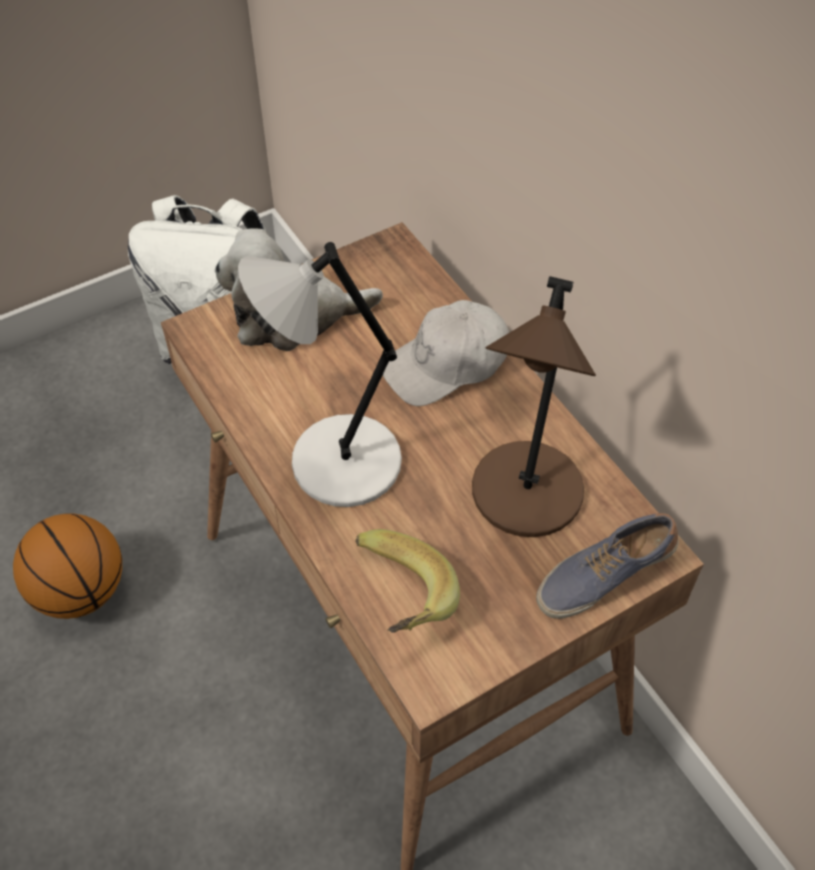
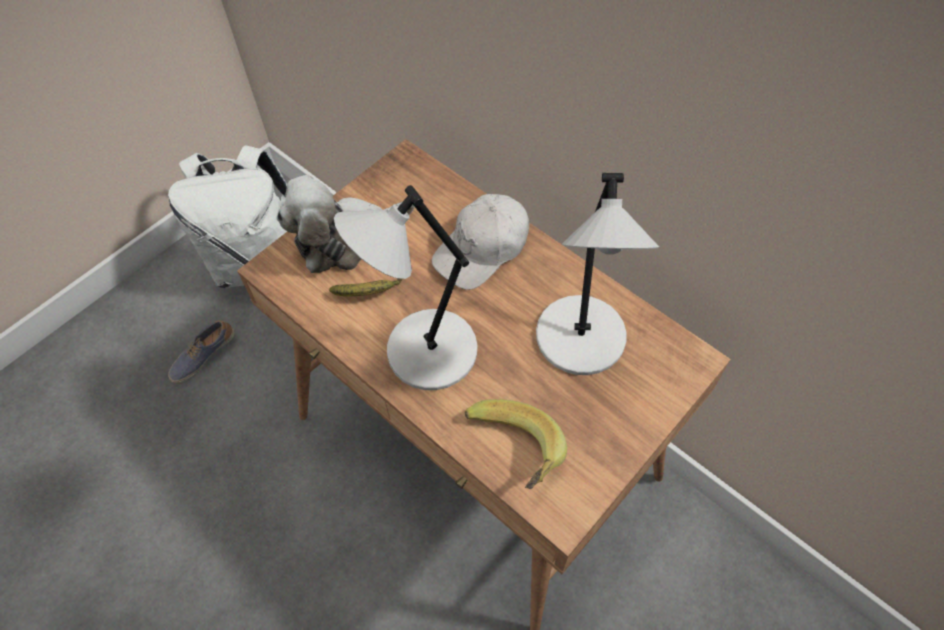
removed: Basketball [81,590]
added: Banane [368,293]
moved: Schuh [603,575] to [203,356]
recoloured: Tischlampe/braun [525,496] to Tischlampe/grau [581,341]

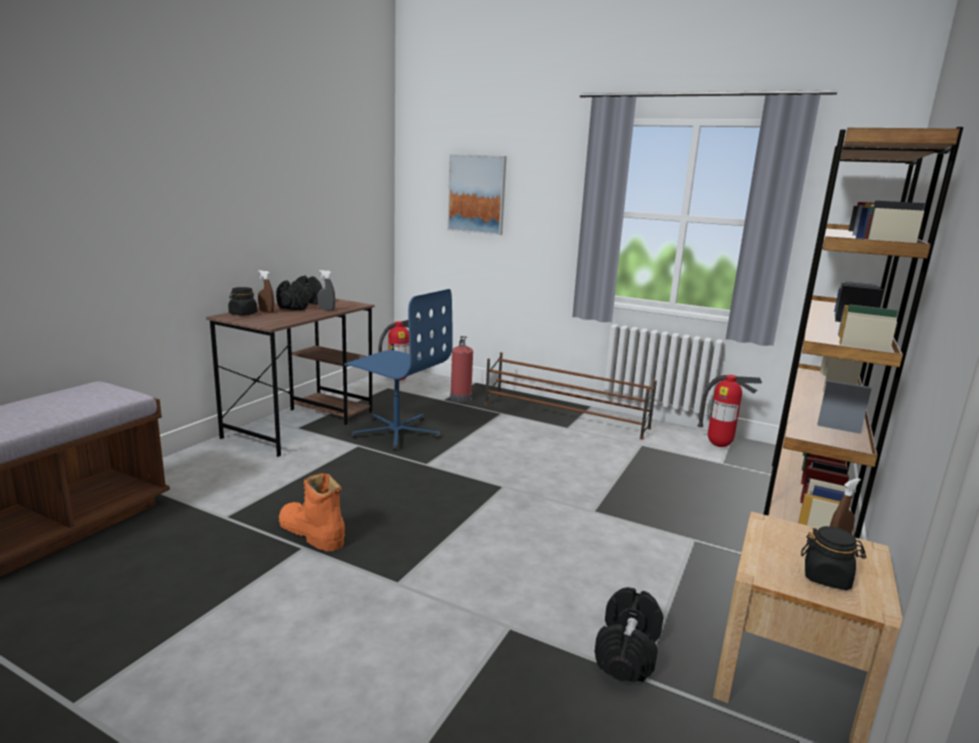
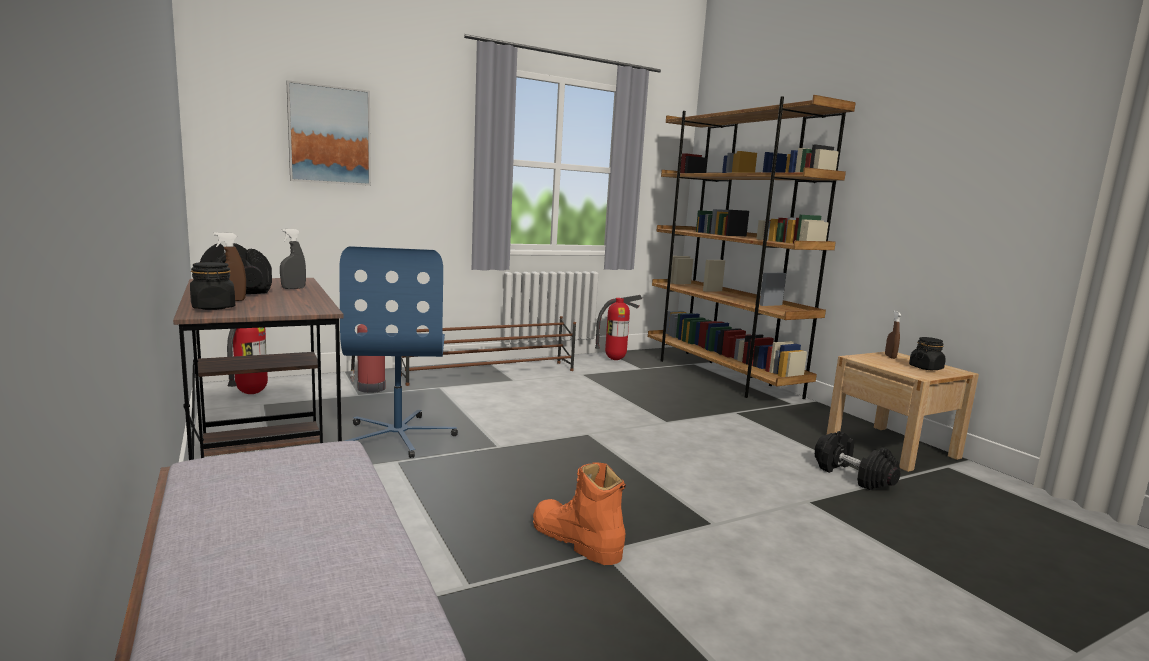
turned: Bürostuhl/blau [396,432] = [399,436] 105 degrees clockwise; Stiefel/orange [311,533] = [576,540] 60 degrees clockwise

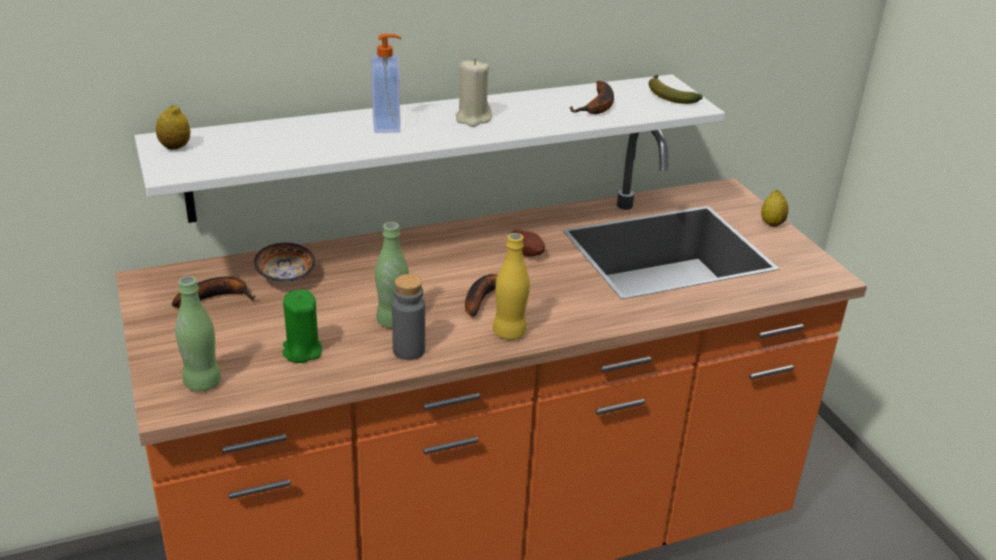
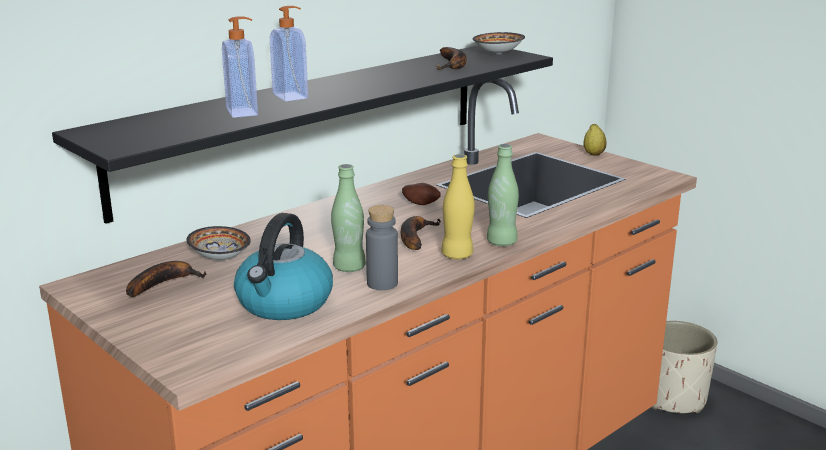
removed: Kerze/beige [473,118]; Zitrone [175,147]
added: Seifenspender [243,112]; Pflanzkübel/beige [673,398]
moved: Flasche/grün [202,383] to [501,242]
replaced: Banane [669,95] to Schüssel [499,53]; Kerze/grün [302,351] to Wasserkessel [284,303]
recoloured: Wandregal/weiß [427,145] to Wandregal/schwarz [308,123]

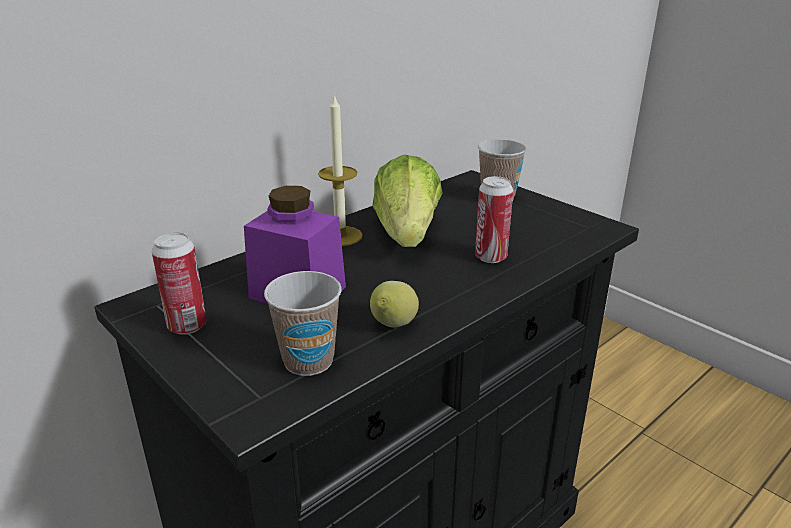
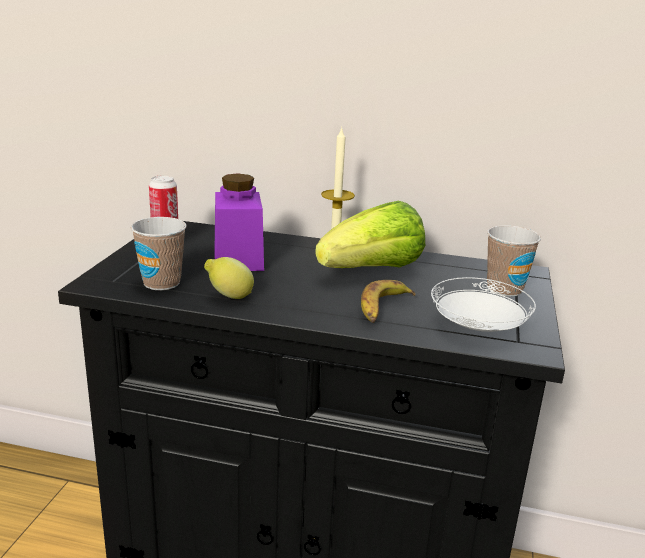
added: Teller/weiß [478,328]
replaced: Dose [490,257] to Banane [382,308]

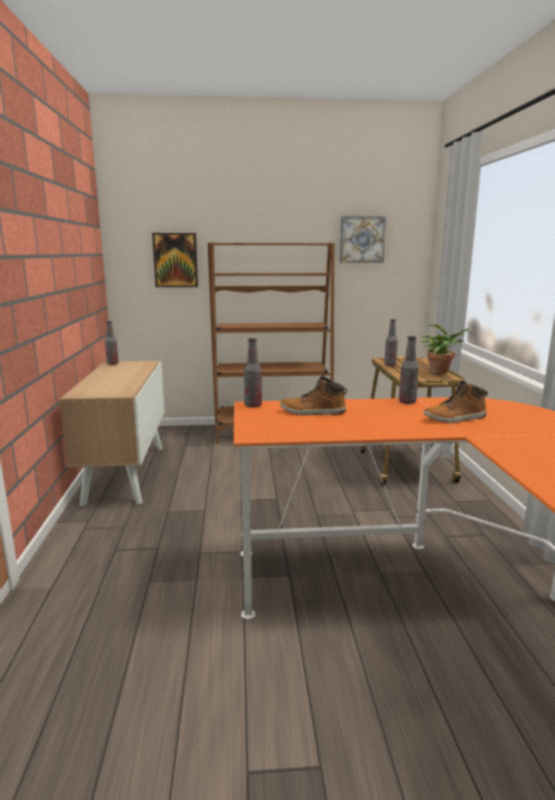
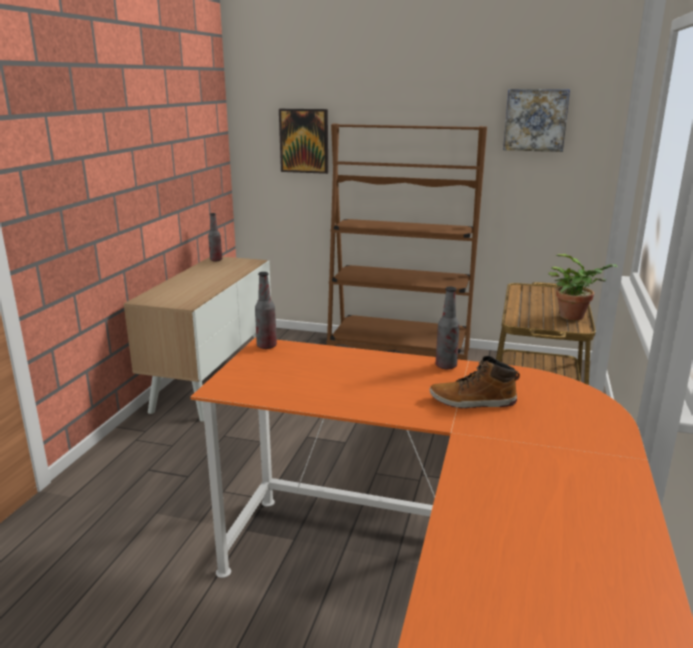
removed: Flasche [390,365]; Stiefel [312,412]

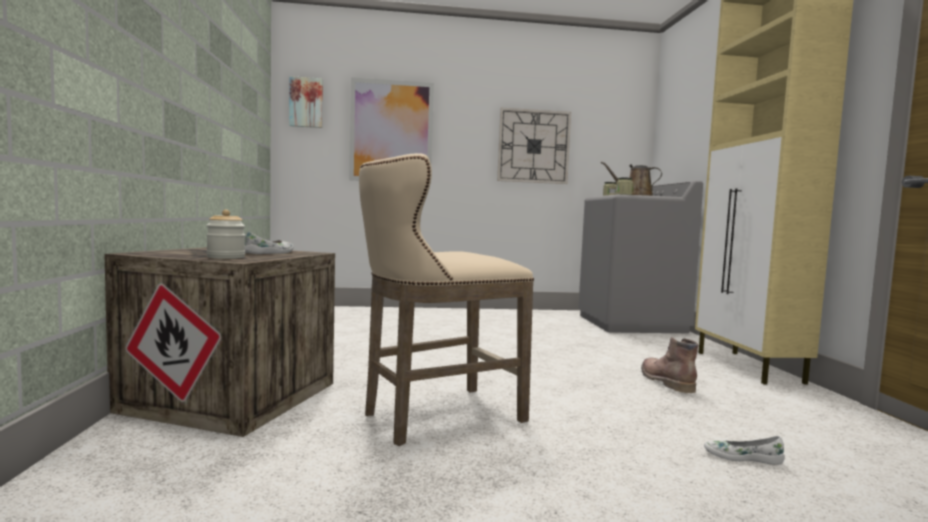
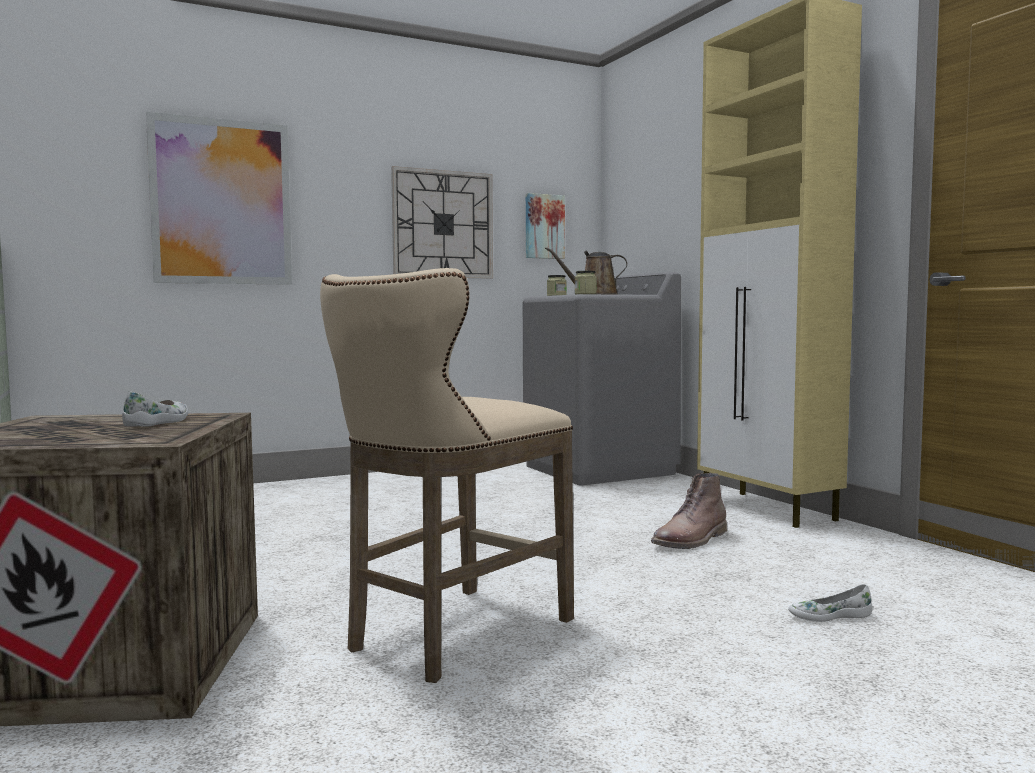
removed: Vorratsglas [226,257]
moved: Bild [306,102] to [544,226]
turned: Stiefel/braun [664,381] = [691,541] 105 degrees counterclockwise

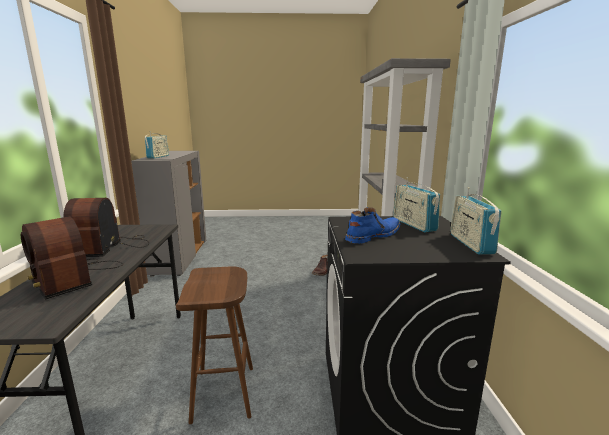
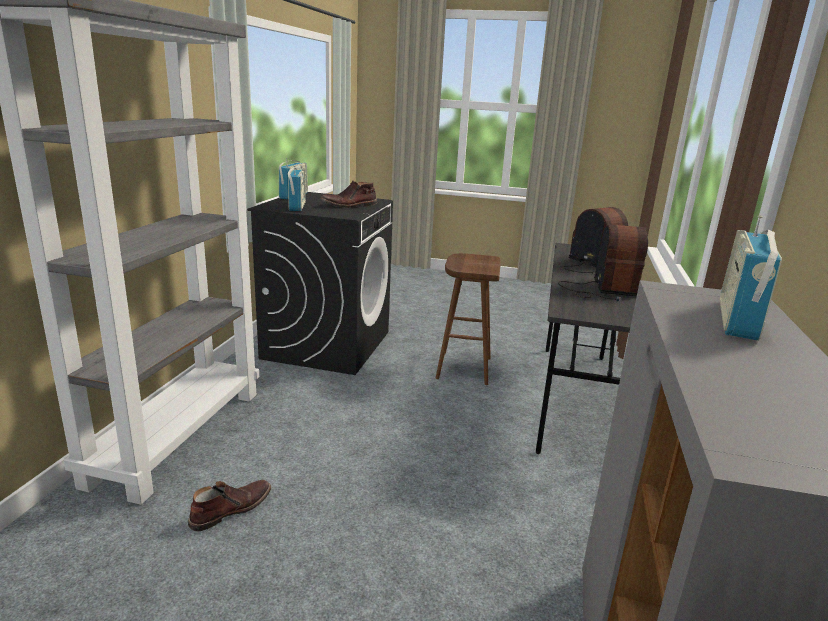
recoloured: Stiefel/blau [372,236] to Stiefel/braun [349,205]

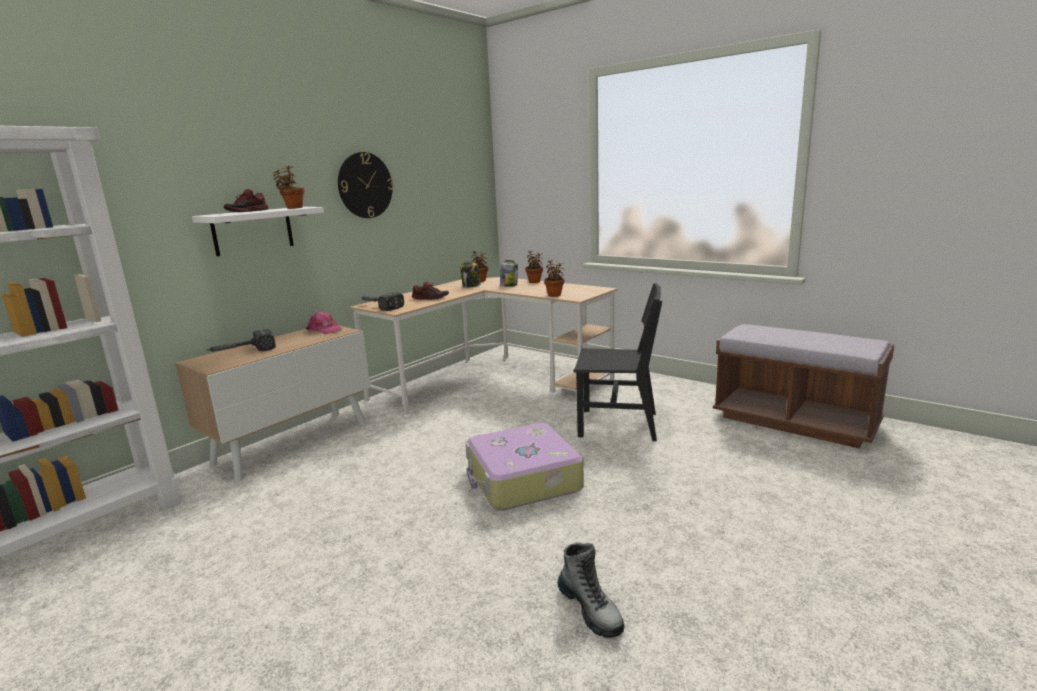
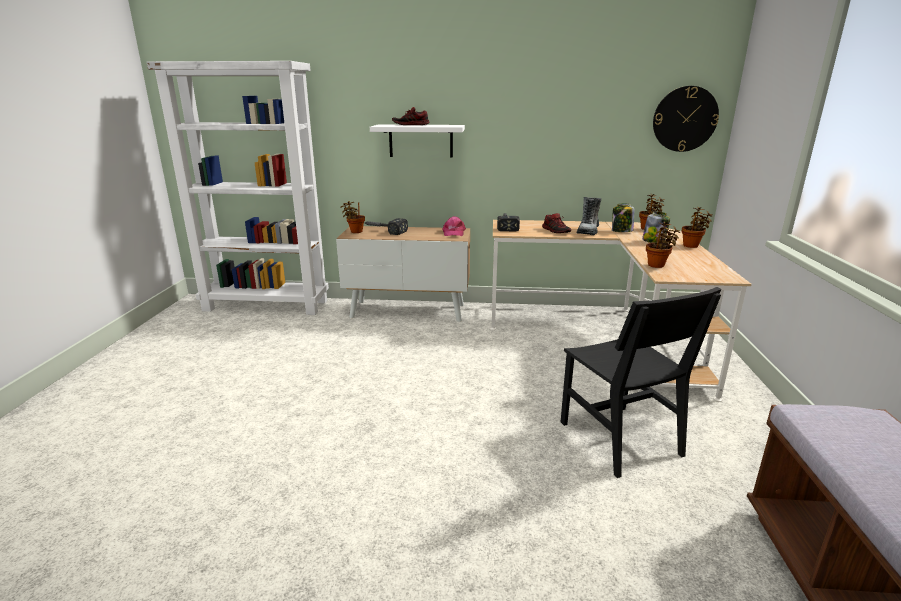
removed: Koffer [522,480]
moved: Wanduhr [365,185] to [685,119]; Topfpflanze [293,208] to [355,232]; Stiefel [590,609] to [588,231]

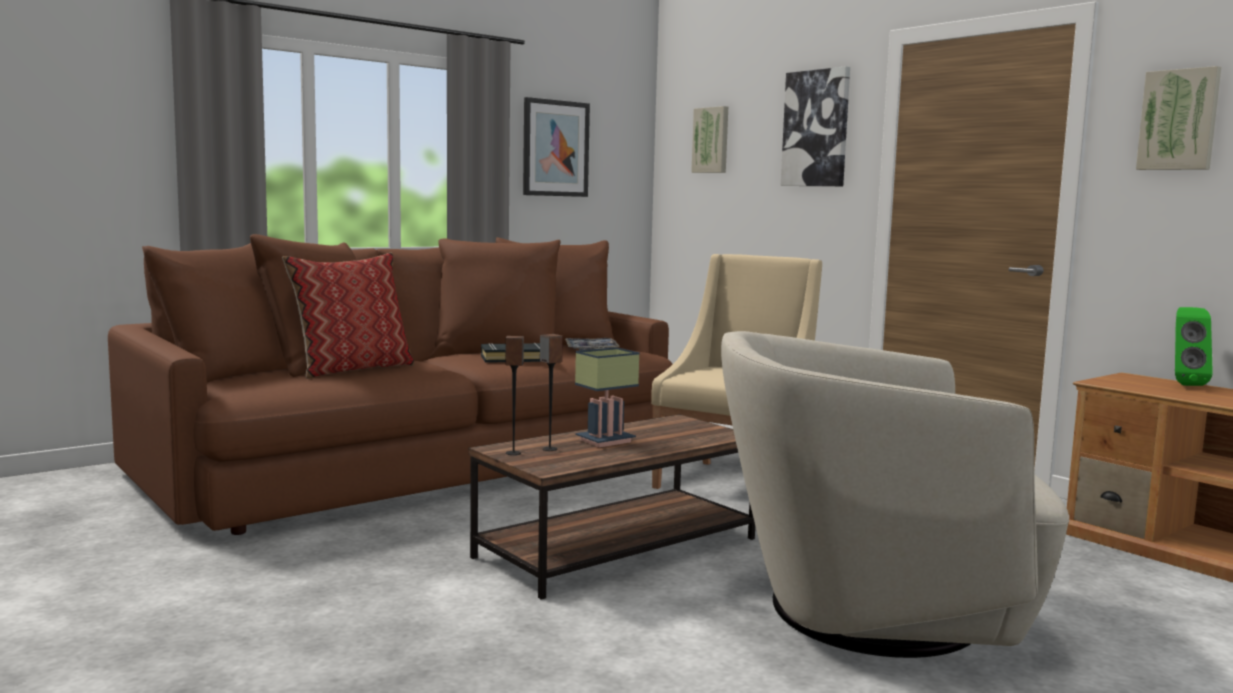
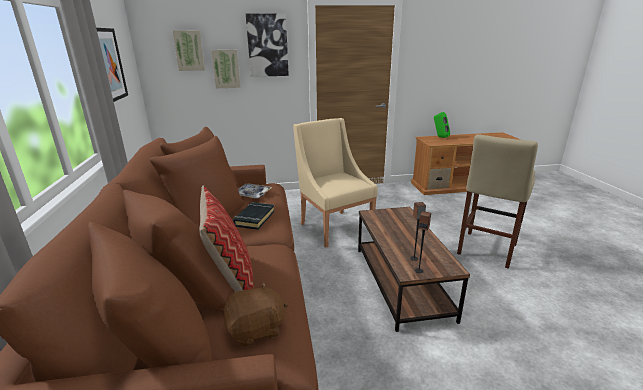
removed: Tischlampe [605,440]
added: Plüschtier/braun [256,329]
moved: Bild [1179,120] to [226,69]
replaced: Sessel/beige [868,611] to Hocker/beige [485,250]

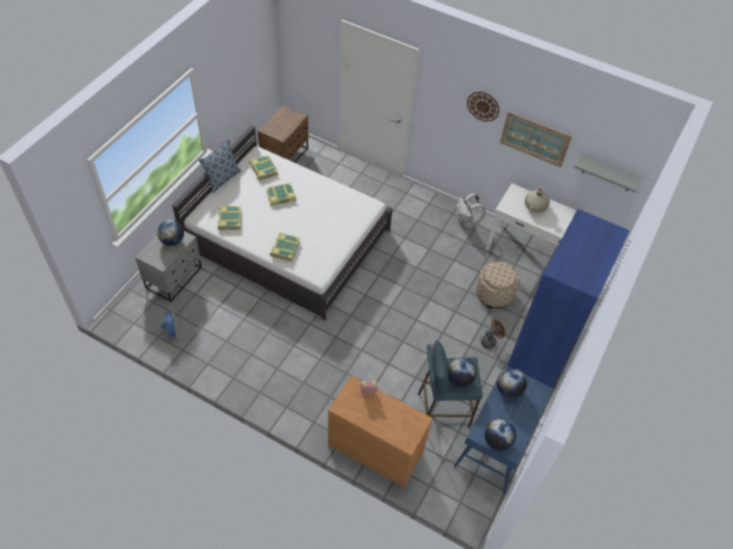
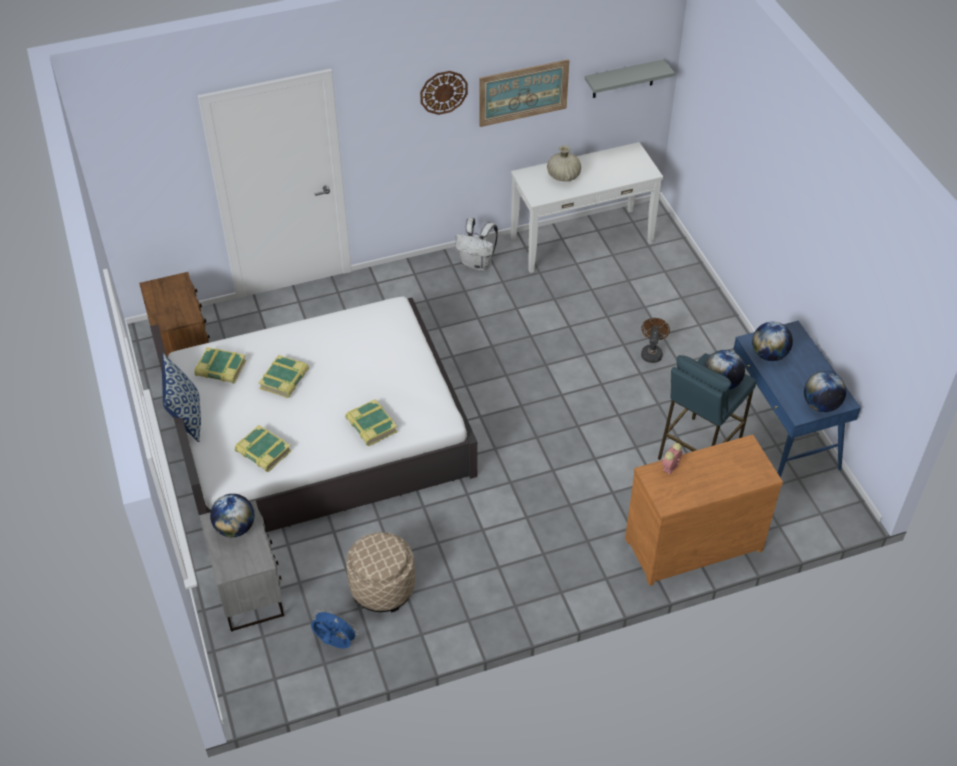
removed: Kleiderschrank/blau [543,347]
moved: Polsterhocker/beige [494,294] to [382,587]

